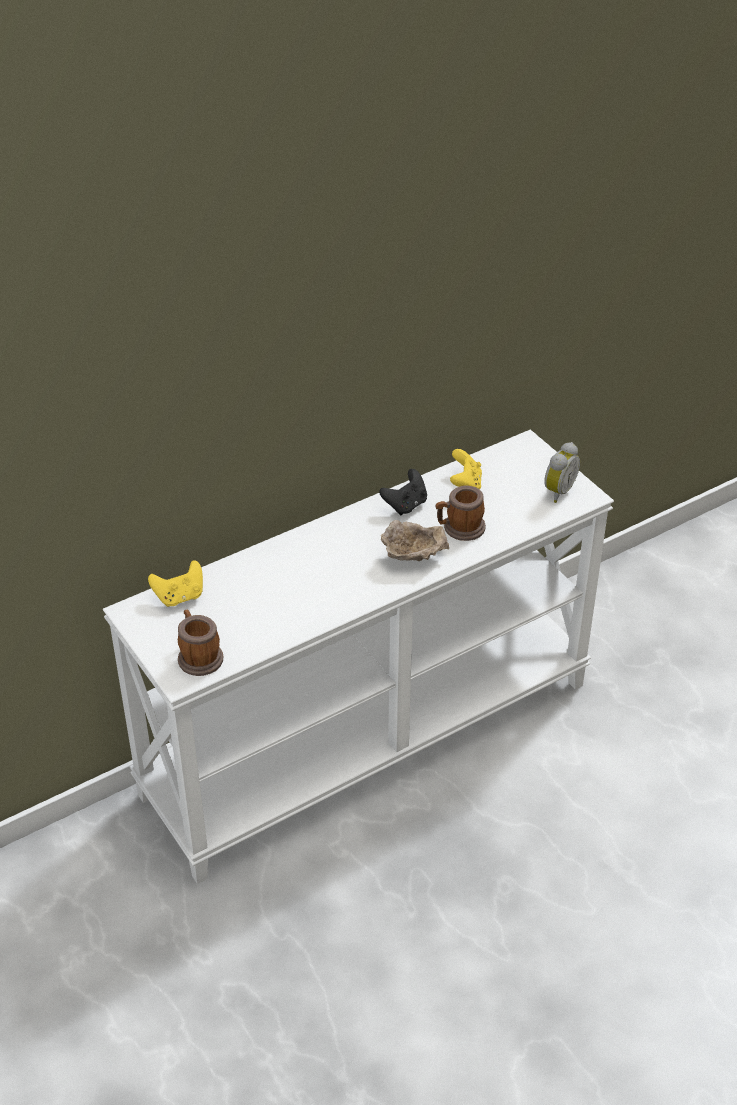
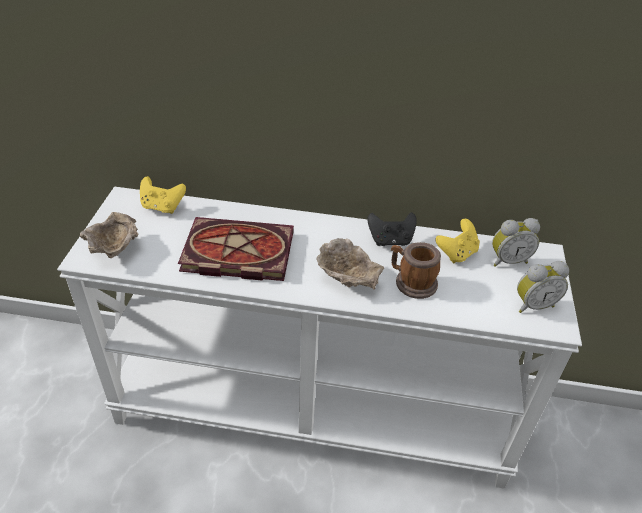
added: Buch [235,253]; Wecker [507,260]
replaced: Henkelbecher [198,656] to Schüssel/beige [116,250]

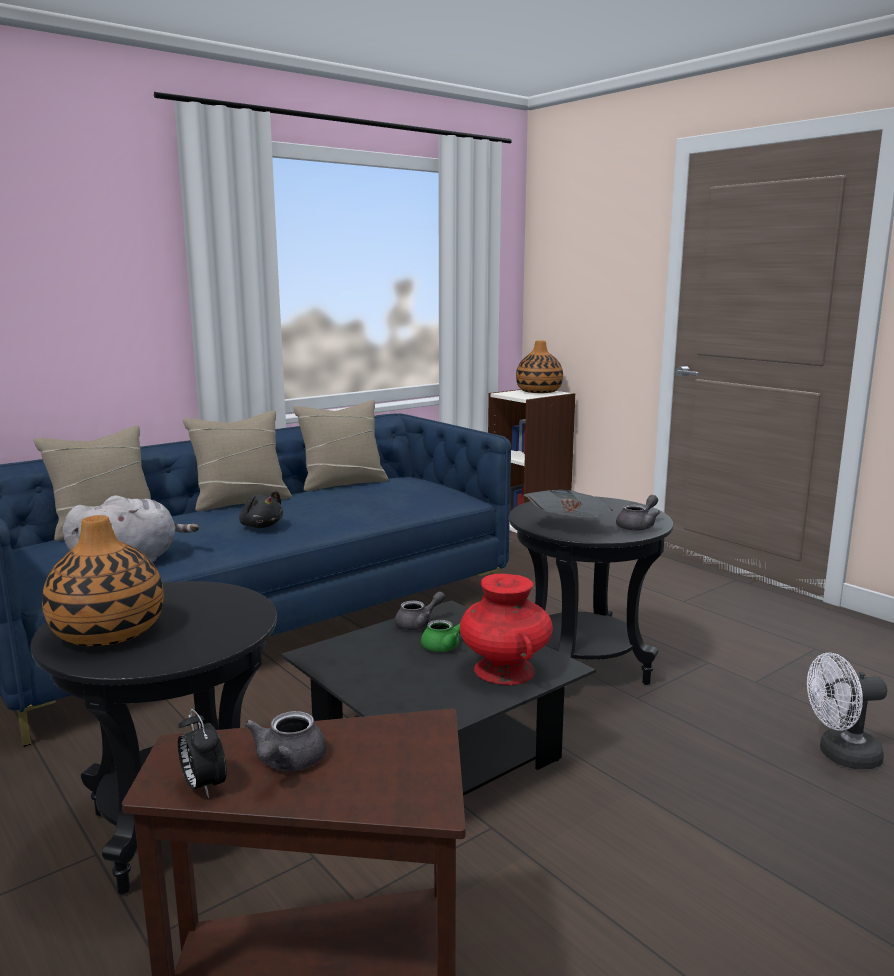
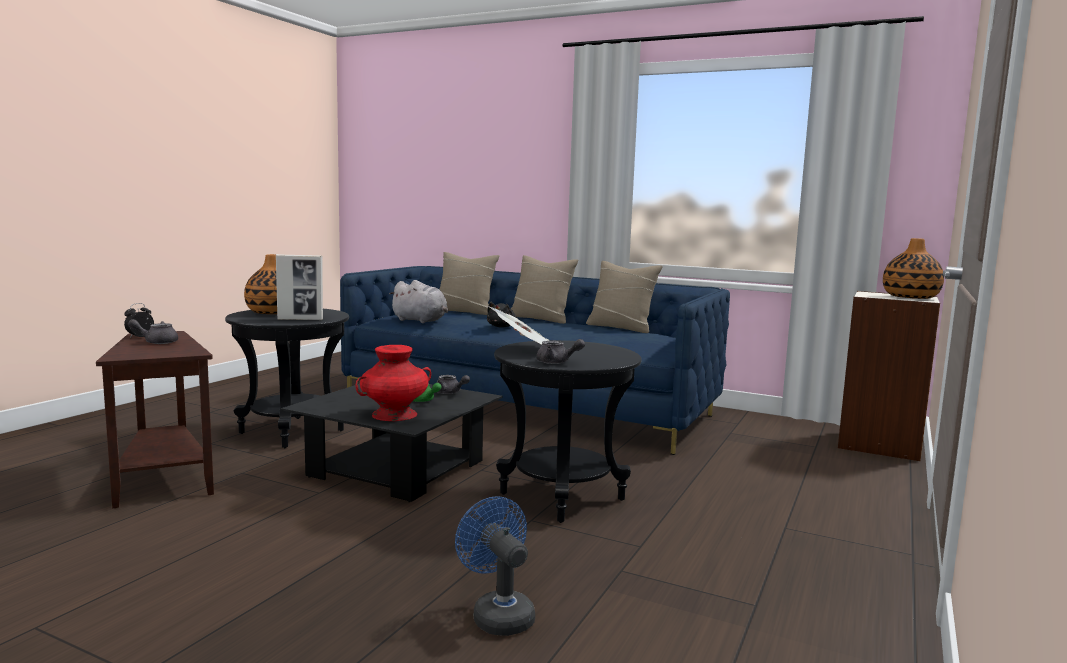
added: Bilderrahmen [300,319]
recoloured: Ventilator/weiß [841,755] to Ventilator/blau [498,614]

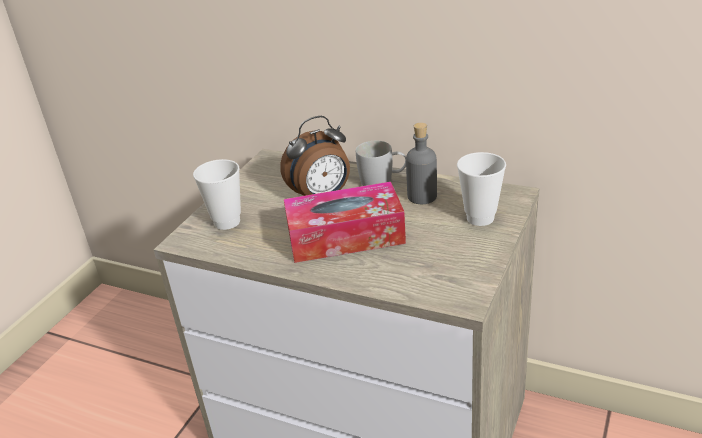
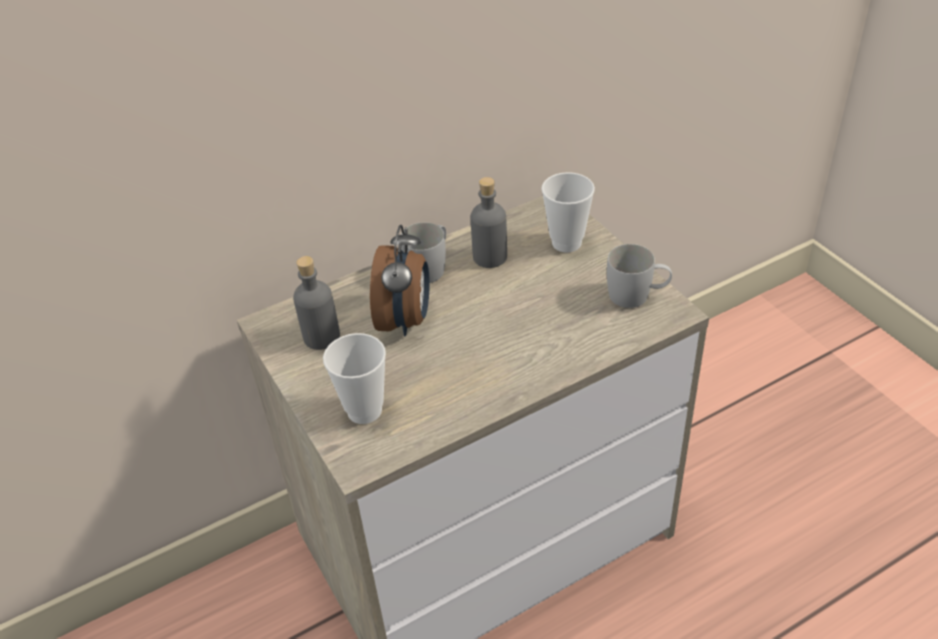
removed: Taschentuchbox [345,236]
added: Henkelbecher/weiß [637,295]; Flasche/grau [321,337]

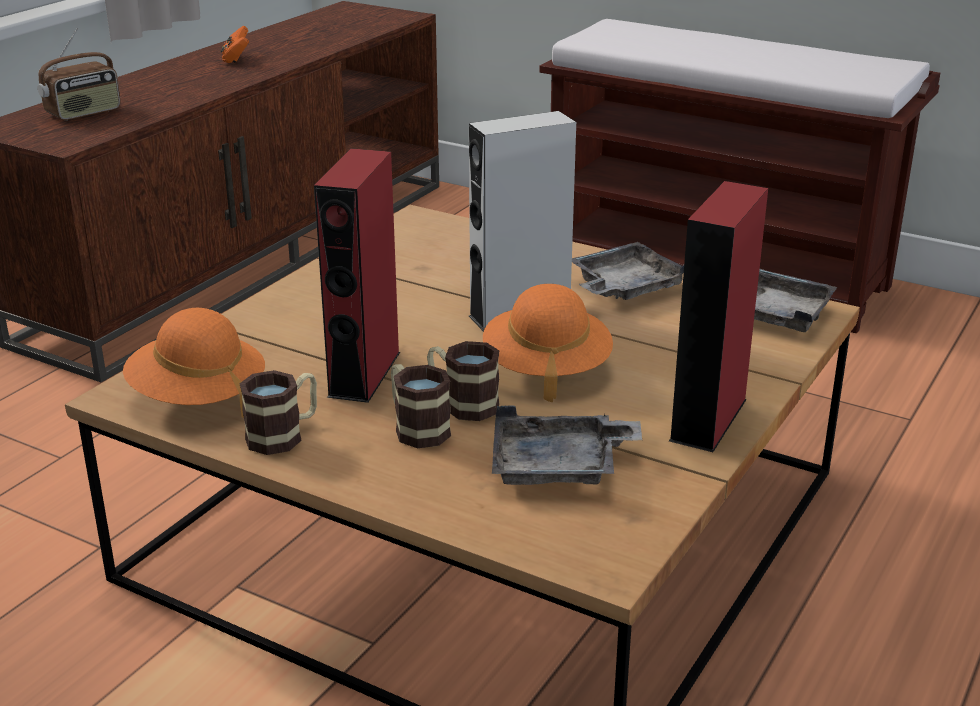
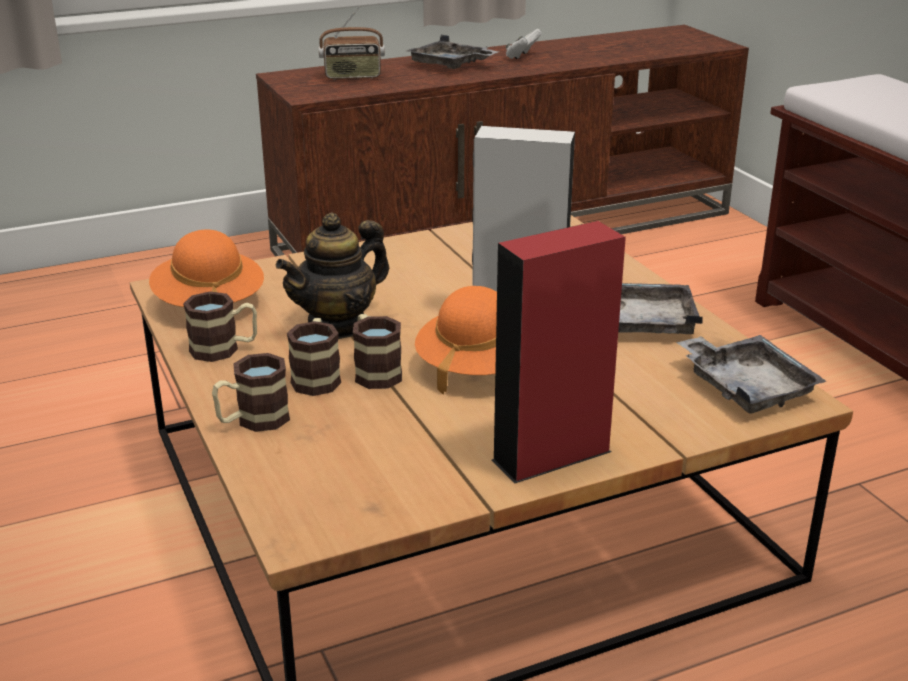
added: Henkelbecher [253,421]
moved: Tablett/grau [559,467] to [450,65]
replaced: Lautsprecher/rot [364,374] to Teekanne [338,325]
recoloured: Gamepad/orange [236,59] to Gamepad/weiß [522,57]

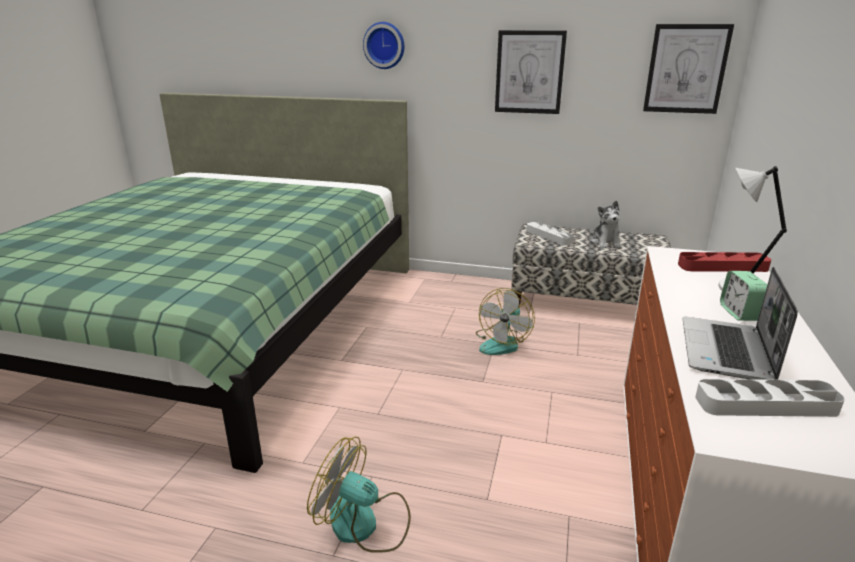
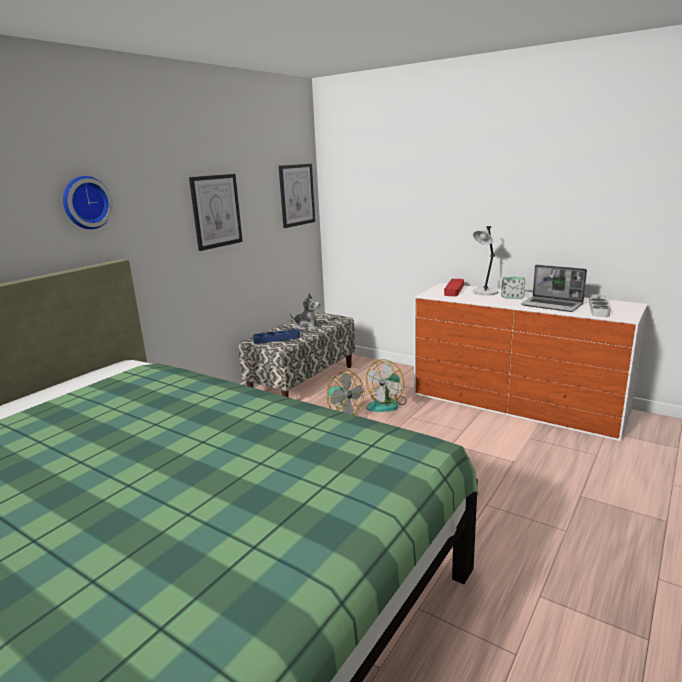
moved: Ventilator [364,524] to [387,404]
recoloured: Tablett/grau [549,236] to Tablett/blau [276,339]

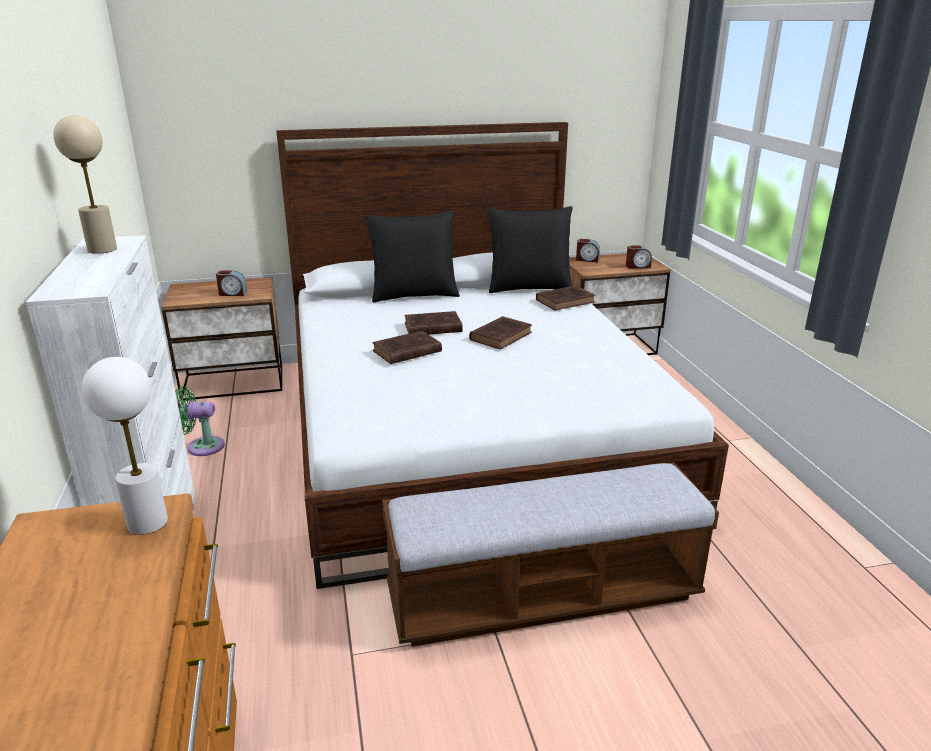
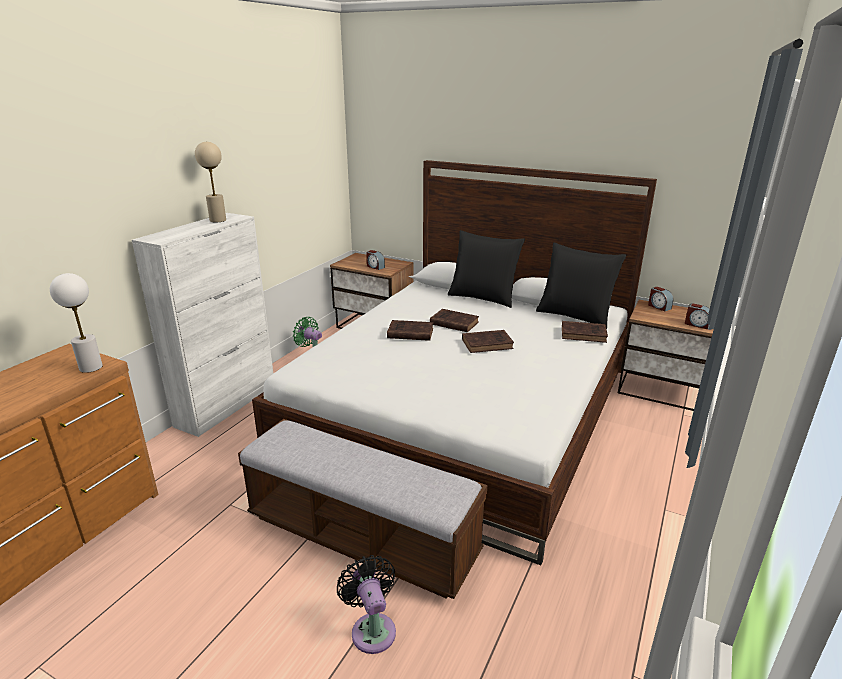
added: Ventilator/schwarz [372,628]

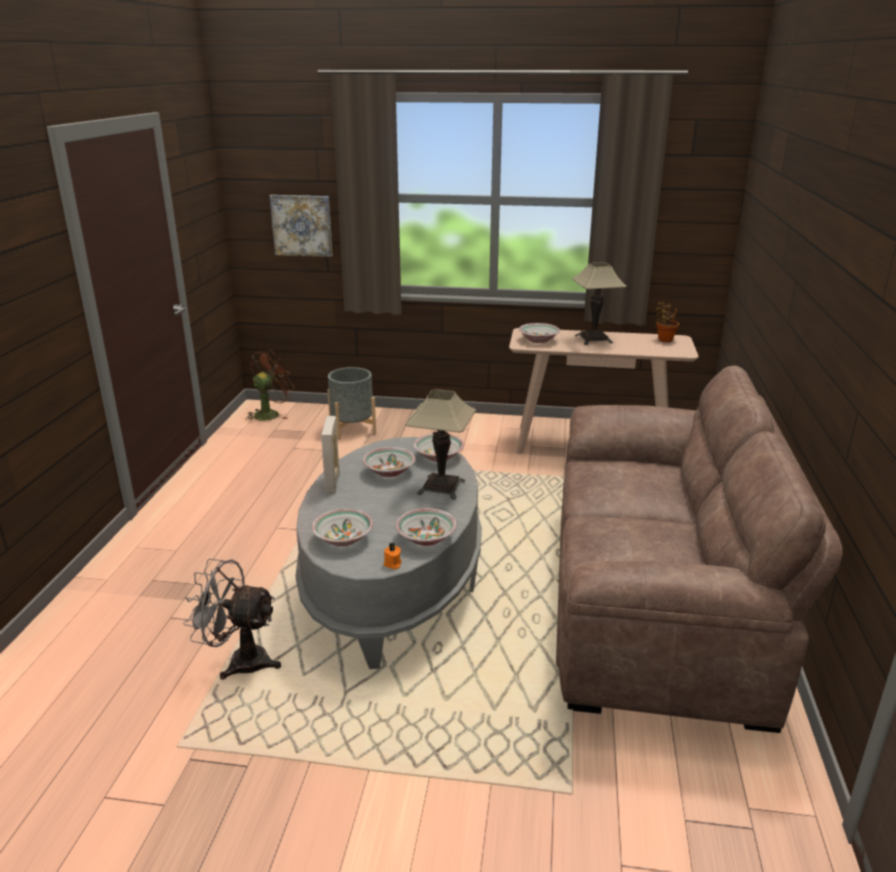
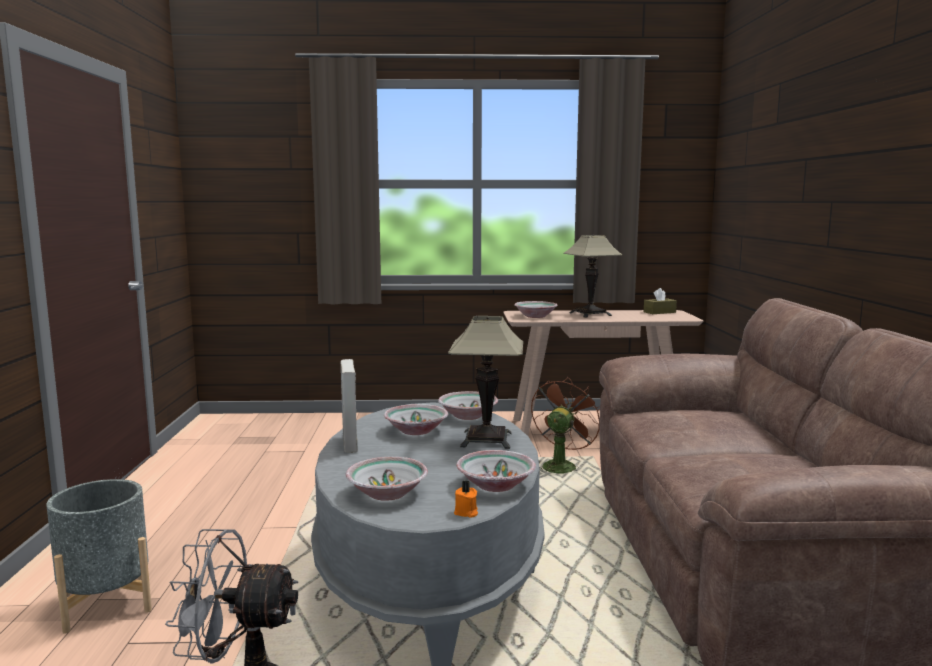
removed: Bild [302,225]
moved: Ventilator/braun [270,413] to [561,465]; Pflanzkübel/grau [352,429] to [106,603]
replaced: Topfpflanze [664,339] to Taschentuchbox/braun [659,312]

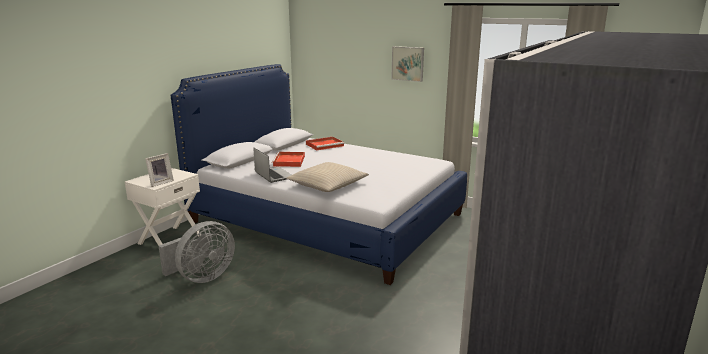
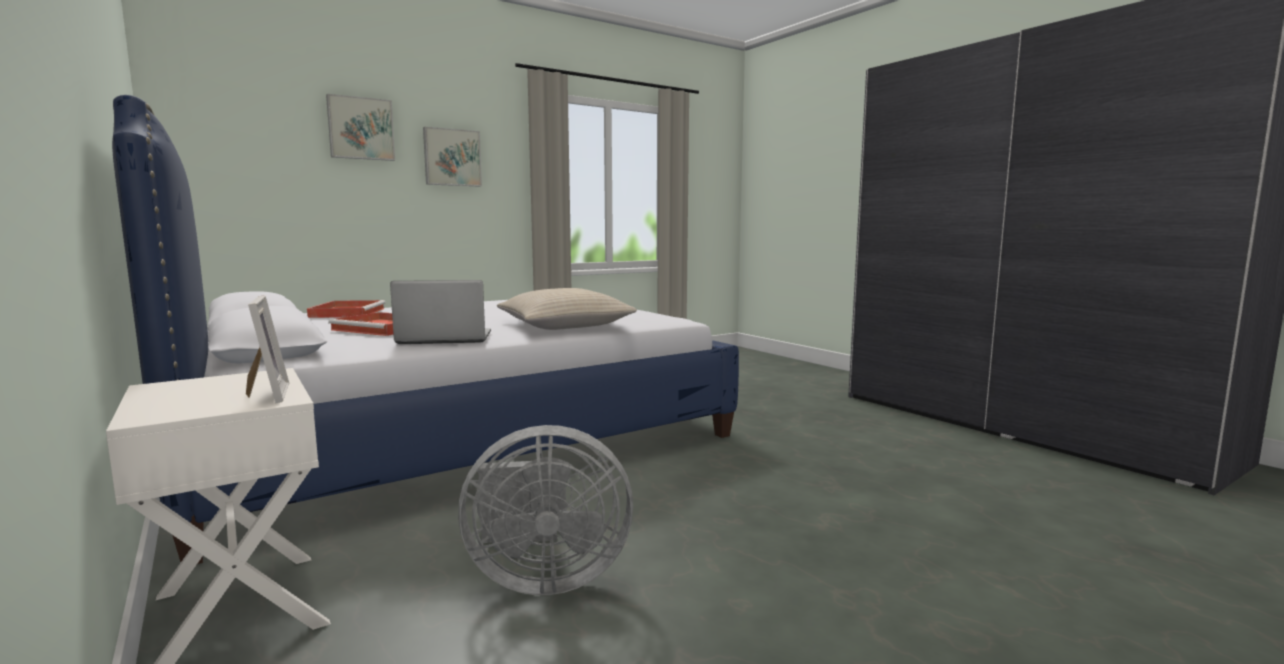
added: Bild [361,128]
turned: Ventilator/grau [202,277] = [543,578] 105 degrees clockwise

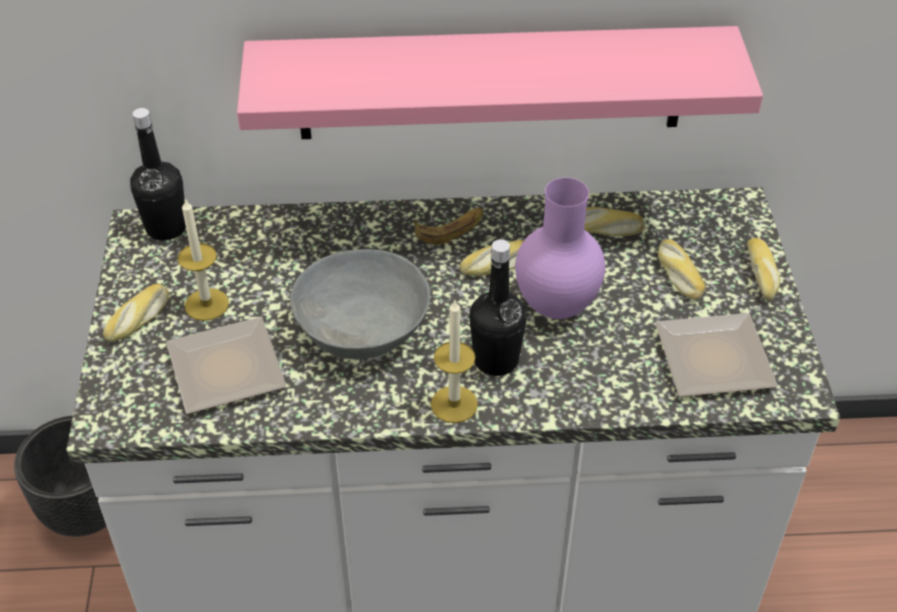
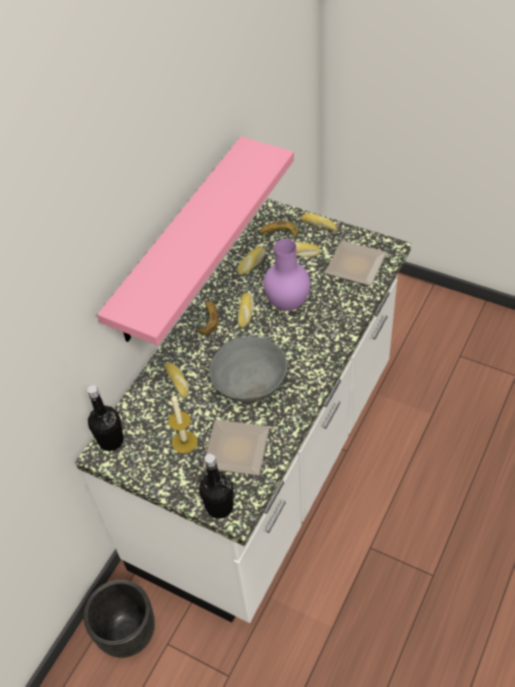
removed: Kerze [454,404]
added: Banane [279,234]
moved: Flasche/schwarz [496,360] to [220,507]; Brot [139,319] to [178,382]

